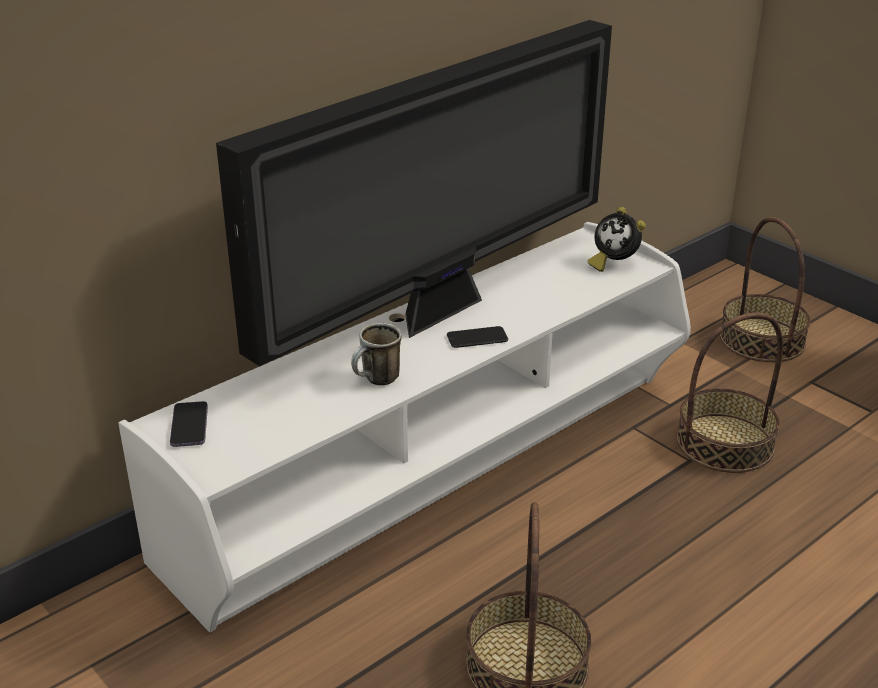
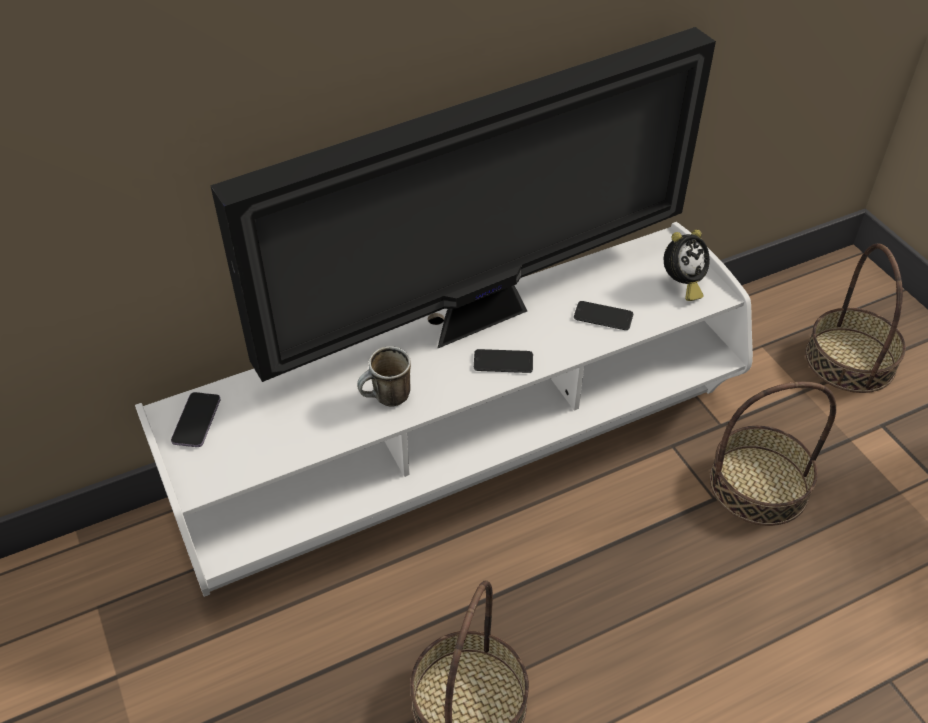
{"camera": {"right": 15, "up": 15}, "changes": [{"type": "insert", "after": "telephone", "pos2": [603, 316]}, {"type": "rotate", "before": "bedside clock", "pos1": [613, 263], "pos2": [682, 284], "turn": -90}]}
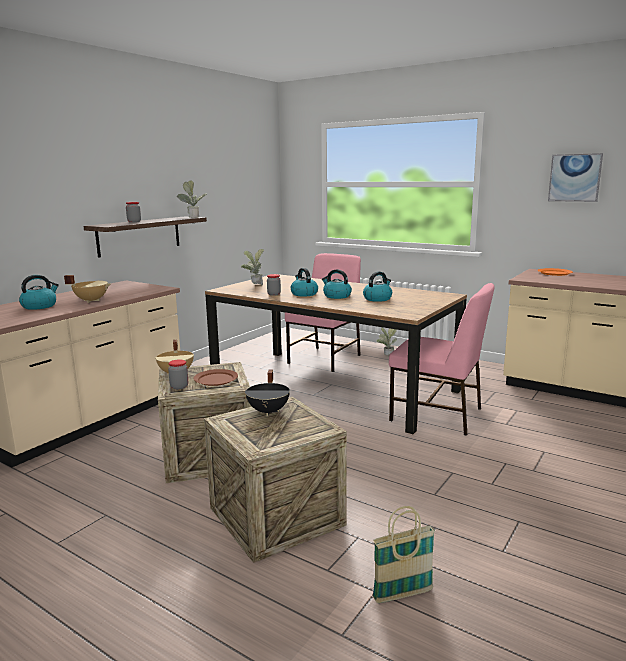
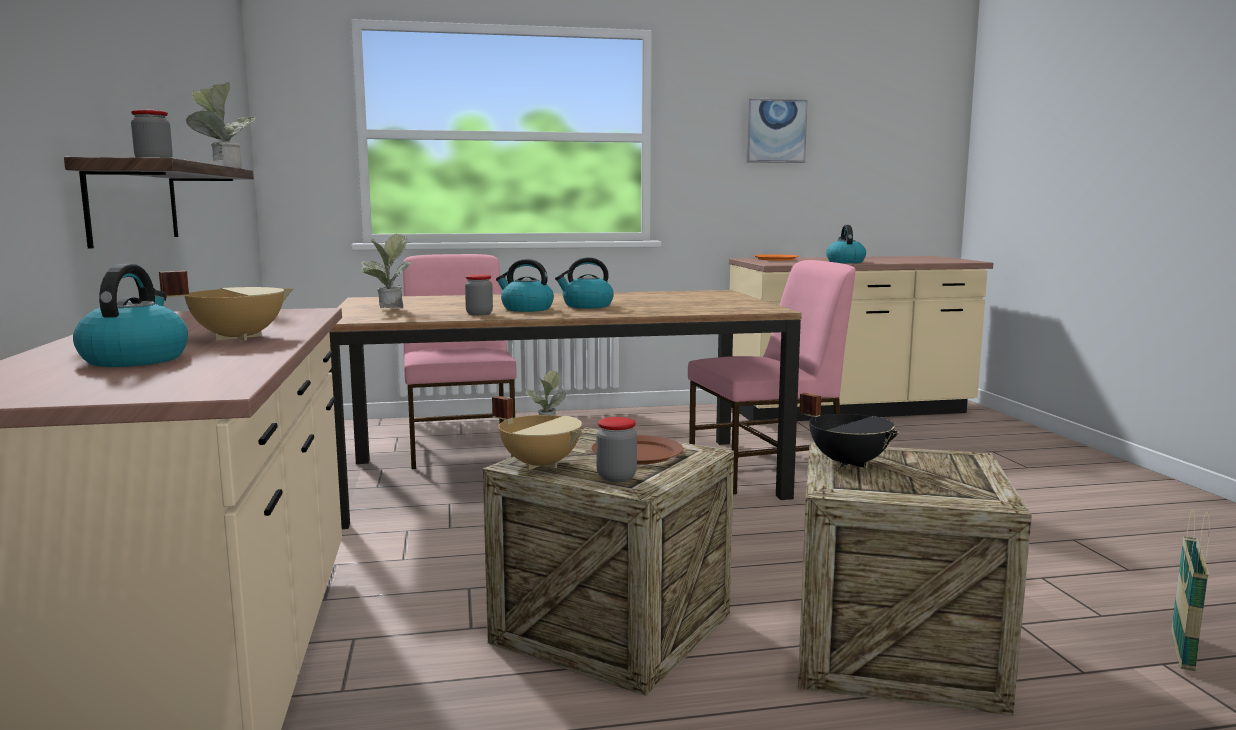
{"camera": {"right": -45, "up": -5}, "changes": [{"type": "move", "before": "water kettle", "pos1": [377, 299], "pos2": [845, 262]}]}
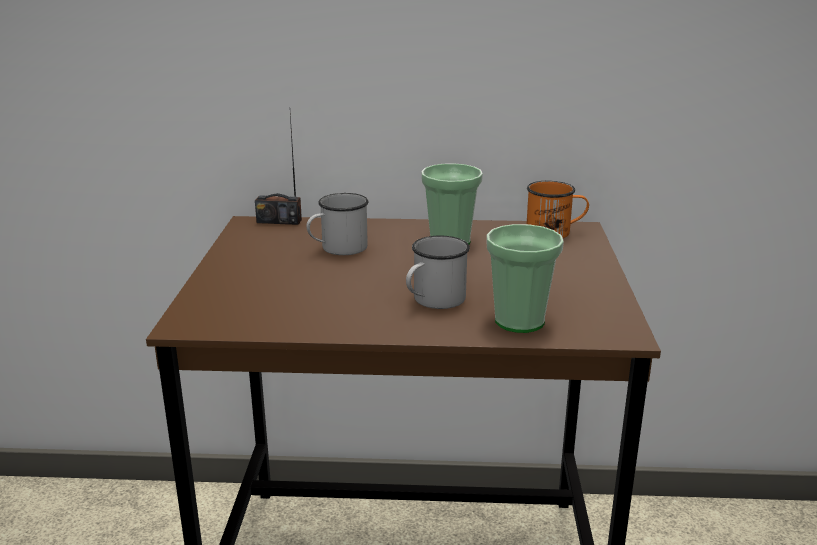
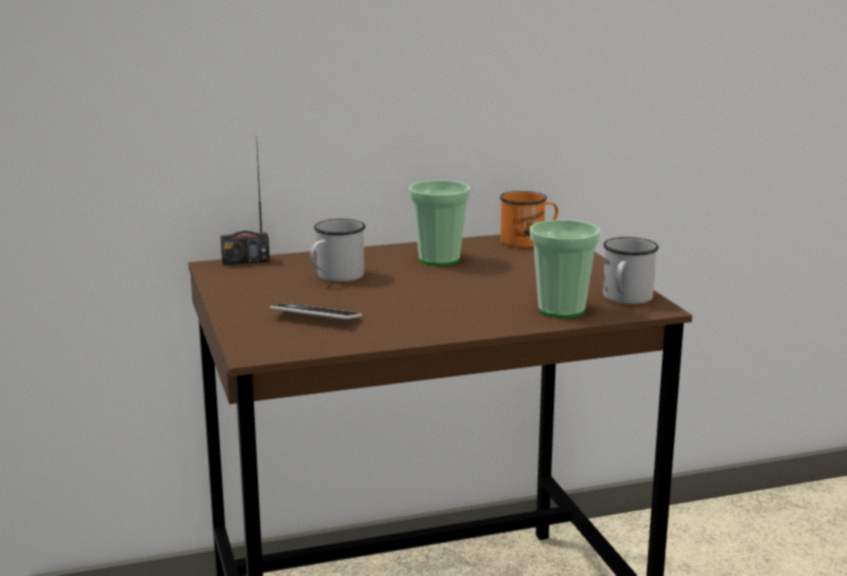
{"camera": {"right": -20, "up": -5}, "changes": [{"type": "insert", "after": "telephone", "pos2": [316, 317]}, {"type": "move", "before": "white tea mug", "pos1": [433, 301], "pos2": [625, 299]}]}
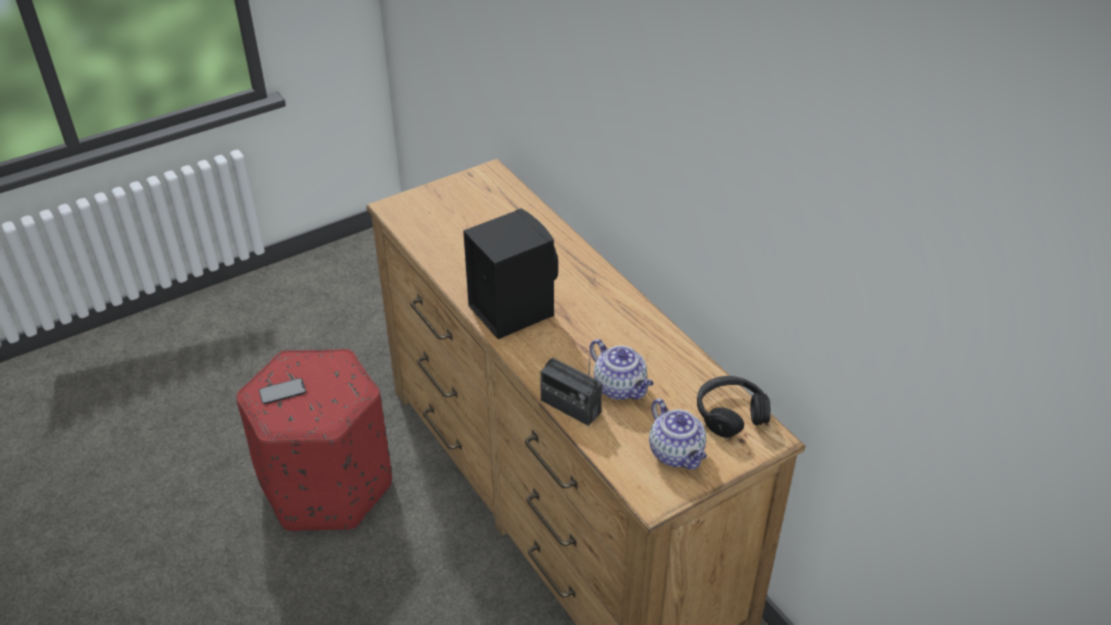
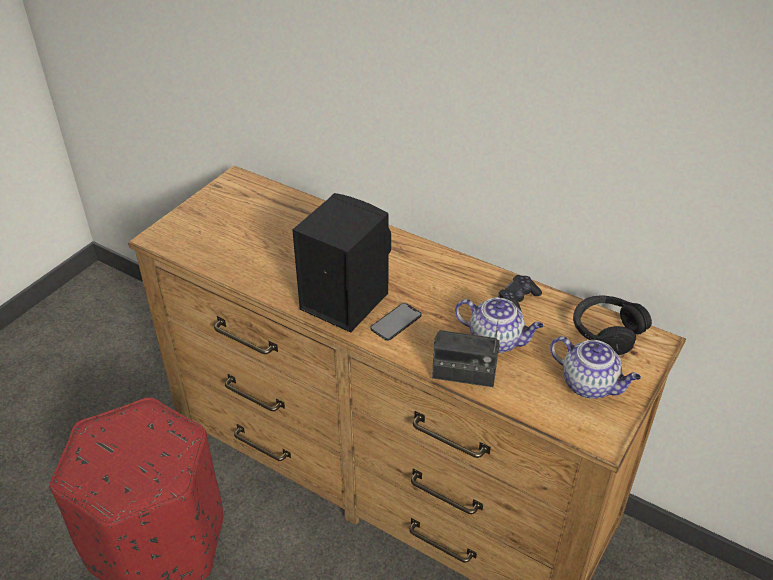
{"camera": {"right": -25, "up": 0}, "changes": [{"type": "insert", "after": "black-coloured joypad", "pos2": [518, 301]}, {"type": "move", "before": "telephone", "pos1": [282, 391], "pos2": [396, 322]}]}
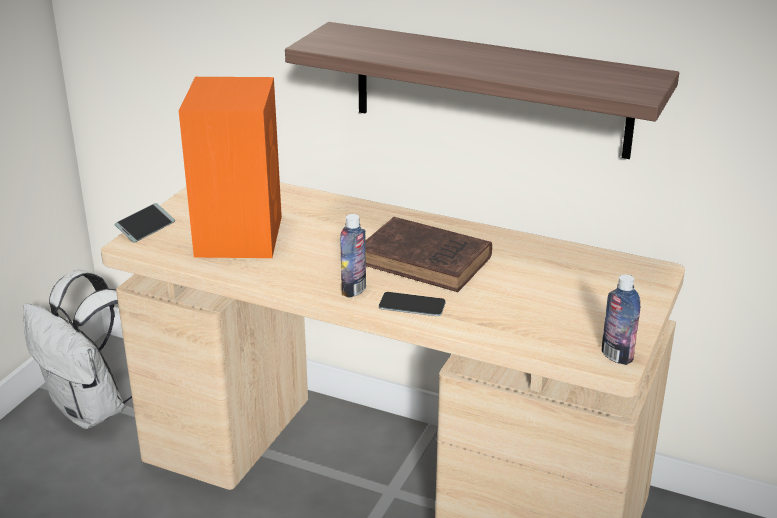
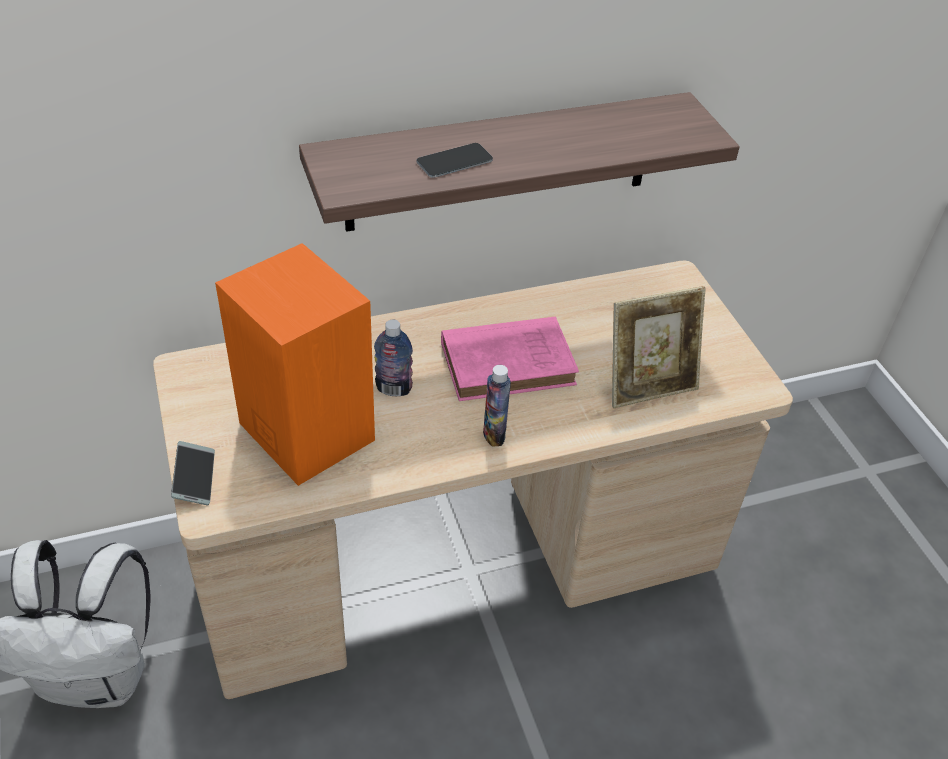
{"camera": {"right": -45, "up": 15}, "changes": [{"type": "insert", "after": "standing frame", "pos2": [648, 386]}, {"type": "move", "before": "telephone", "pos1": [412, 305], "pos2": [454, 161]}, {"type": "move", "before": "bottle", "pos1": [616, 356], "pos2": [393, 389]}, {"type": "recolor", "before": "brown-coloured book", "after": "pink-coloured book", "pos1": [428, 261], "pos2": [511, 363]}]}
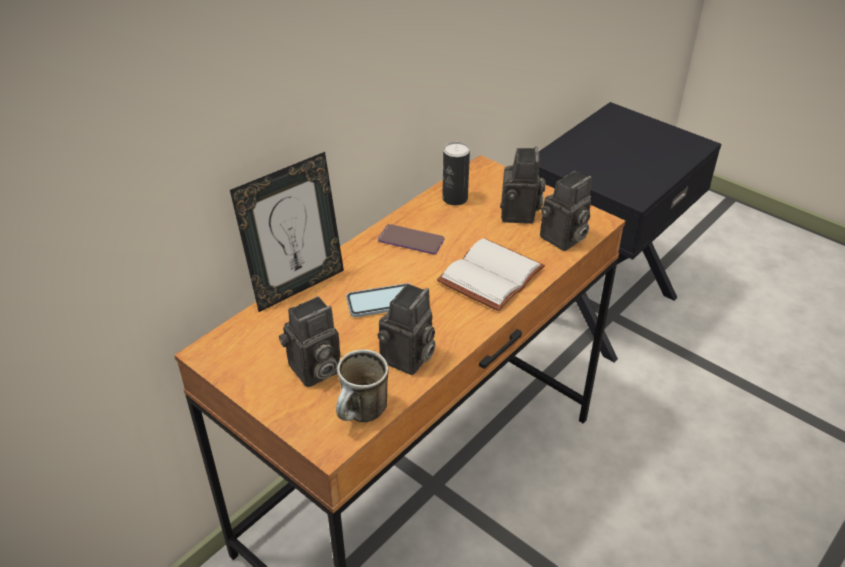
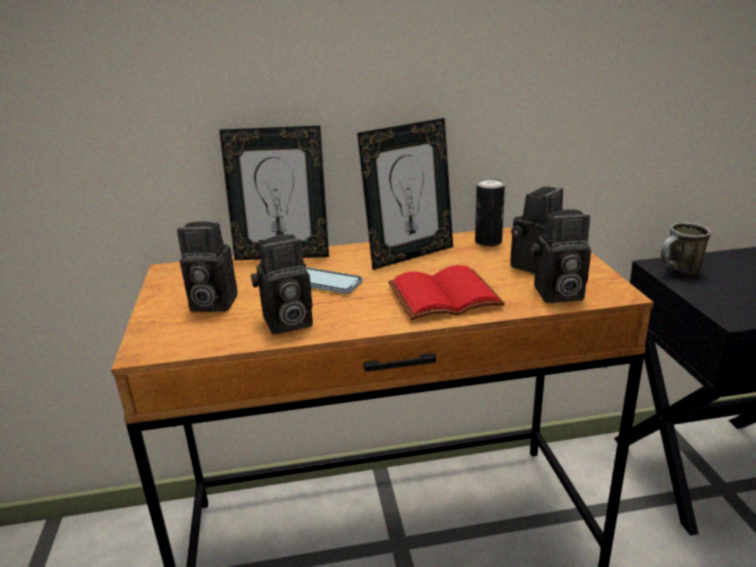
{"camera": {"right": 40, "up": -15}, "changes": [{"type": "move", "before": "tea mug", "pos1": [362, 416], "pos2": [679, 272]}, {"type": "replace", "before": "telephone", "after": "standing frame", "pos1": [411, 240], "pos2": [409, 255]}, {"type": "recolor", "before": "white book", "after": "reddish book", "pos1": [489, 274], "pos2": [444, 295]}]}
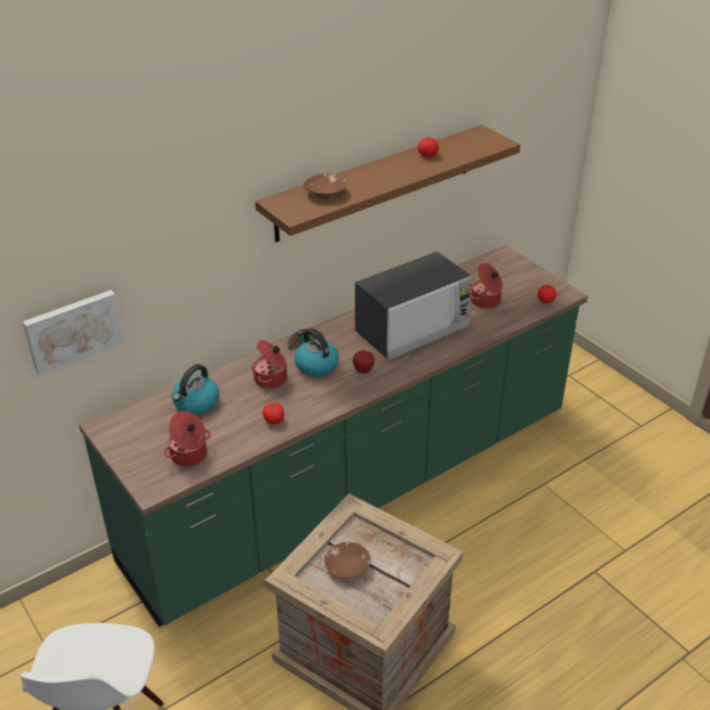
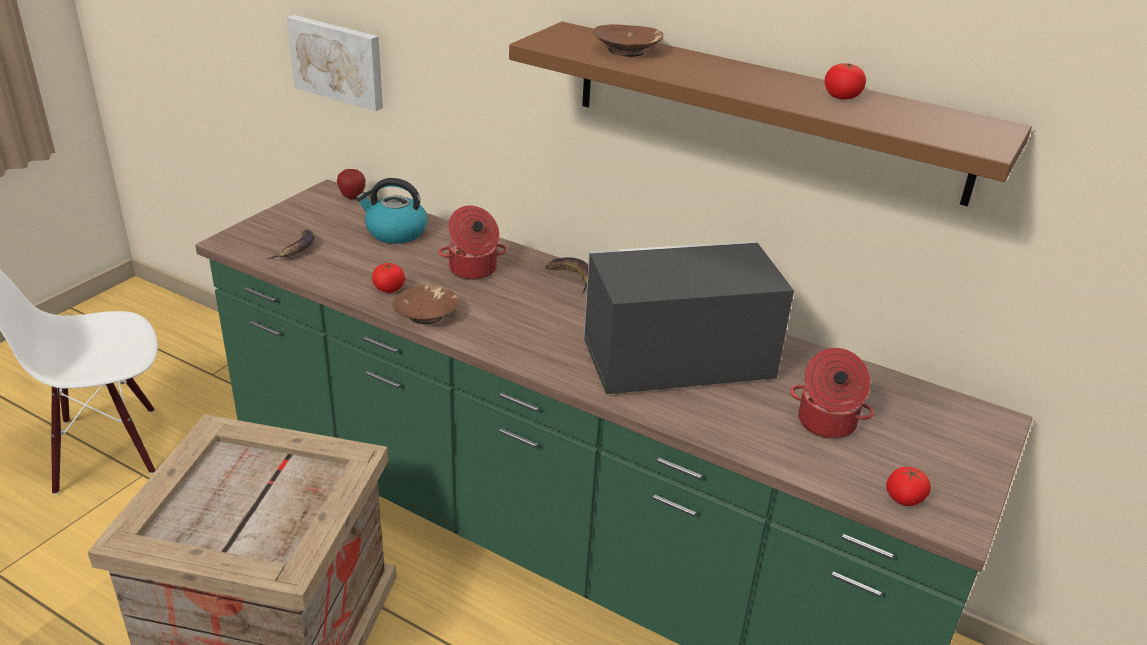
{"camera": {"right": 65, "up": -5}, "changes": [{"type": "delete", "before": "water kettle", "pos1": [315, 365]}, {"type": "move", "before": "brown-coloured deep dish", "pos1": [348, 566], "pos2": [426, 315]}, {"type": "move", "before": "apple", "pos1": [363, 371], "pos2": [352, 197]}, {"type": "replace", "before": "saucepot", "after": "banana fruit", "pos1": [189, 455], "pos2": [297, 249]}, {"type": "rotate", "before": "microwave oven", "pos1": [412, 329], "pos2": [675, 360], "turn": 135}]}
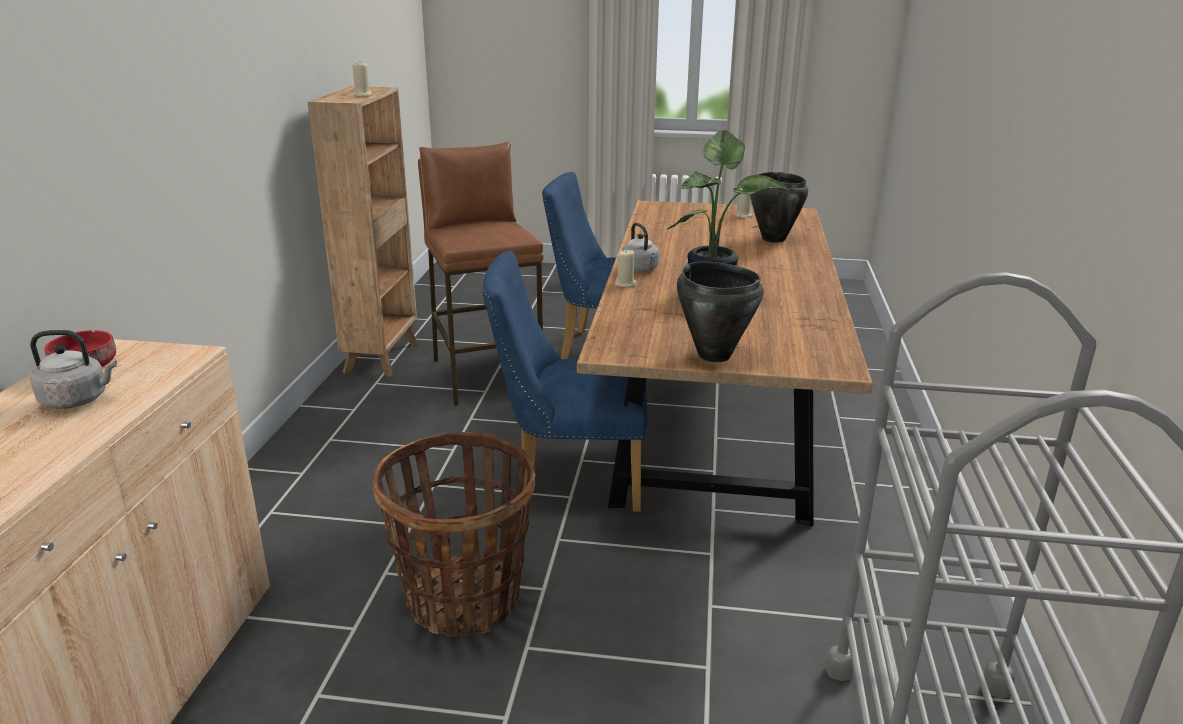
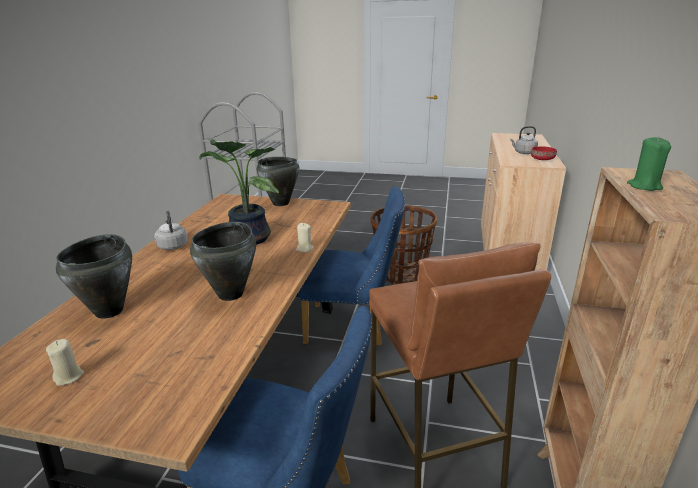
{"camera": {"right": -175, "up": 0}, "changes": [{"type": "insert", "after": "black-coloured saucepot", "pos2": [231, 294]}, {"type": "move", "before": "gray water kettle", "pos1": [641, 269], "pos2": [172, 245]}, {"type": "recolor", "before": "beige wax light", "after": "greenish wax light", "pos1": [363, 95], "pos2": [644, 186]}]}
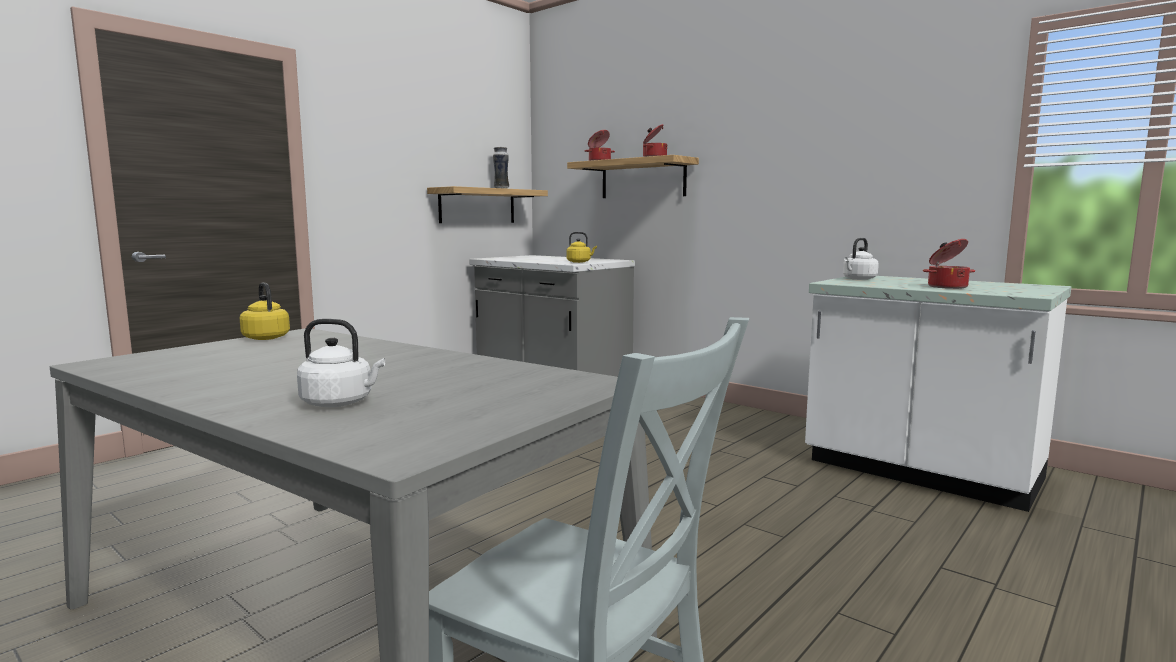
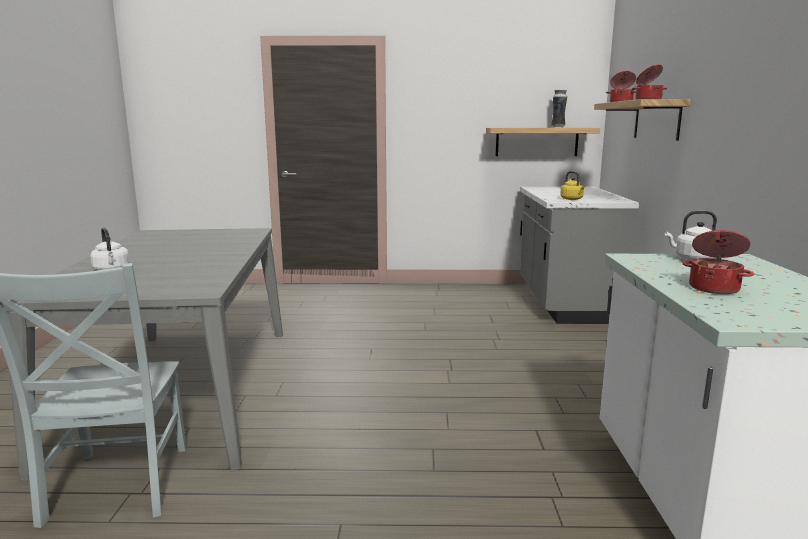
{"camera": {"right": 50, "up": 5}, "changes": [{"type": "delete", "before": "yellow-coloured water kettle", "pos1": [265, 337]}]}
